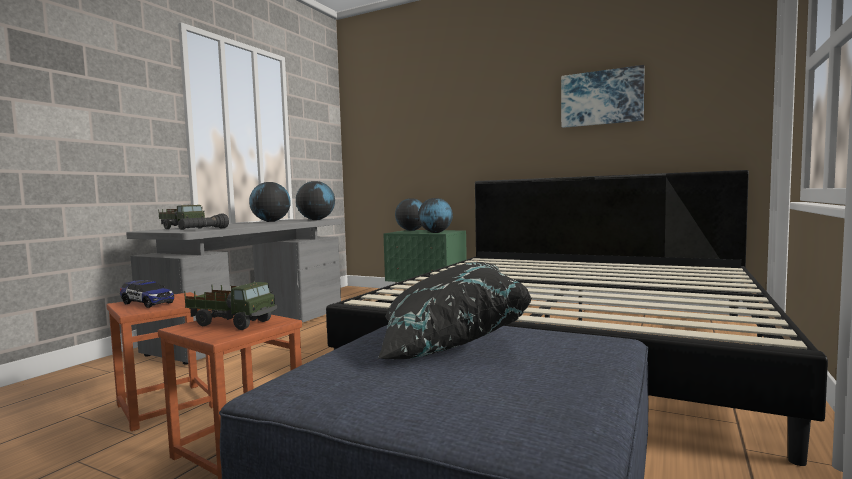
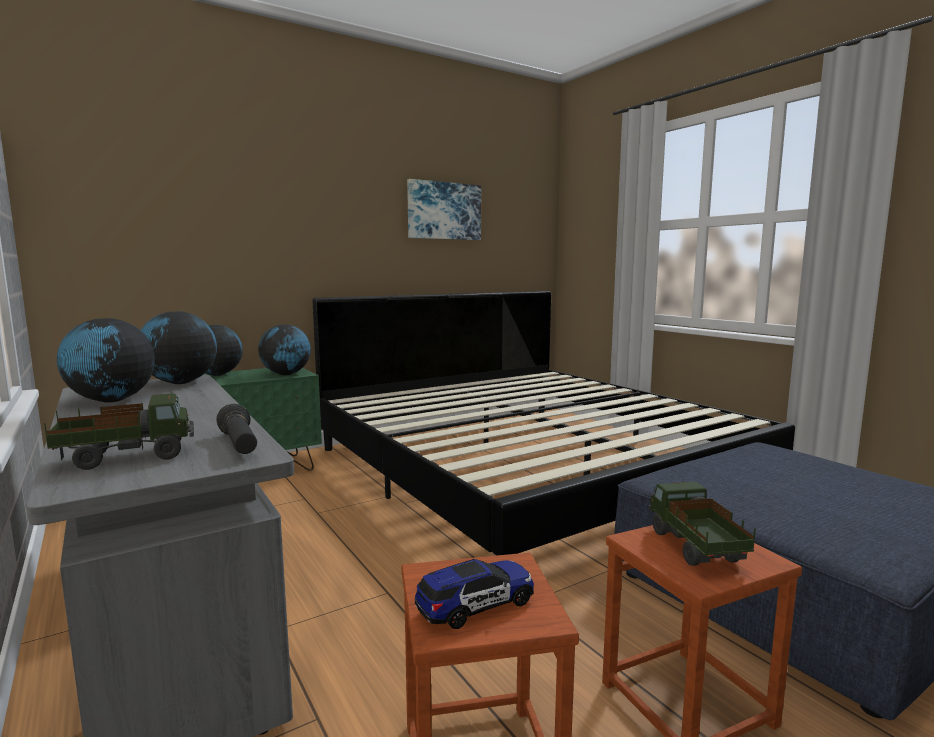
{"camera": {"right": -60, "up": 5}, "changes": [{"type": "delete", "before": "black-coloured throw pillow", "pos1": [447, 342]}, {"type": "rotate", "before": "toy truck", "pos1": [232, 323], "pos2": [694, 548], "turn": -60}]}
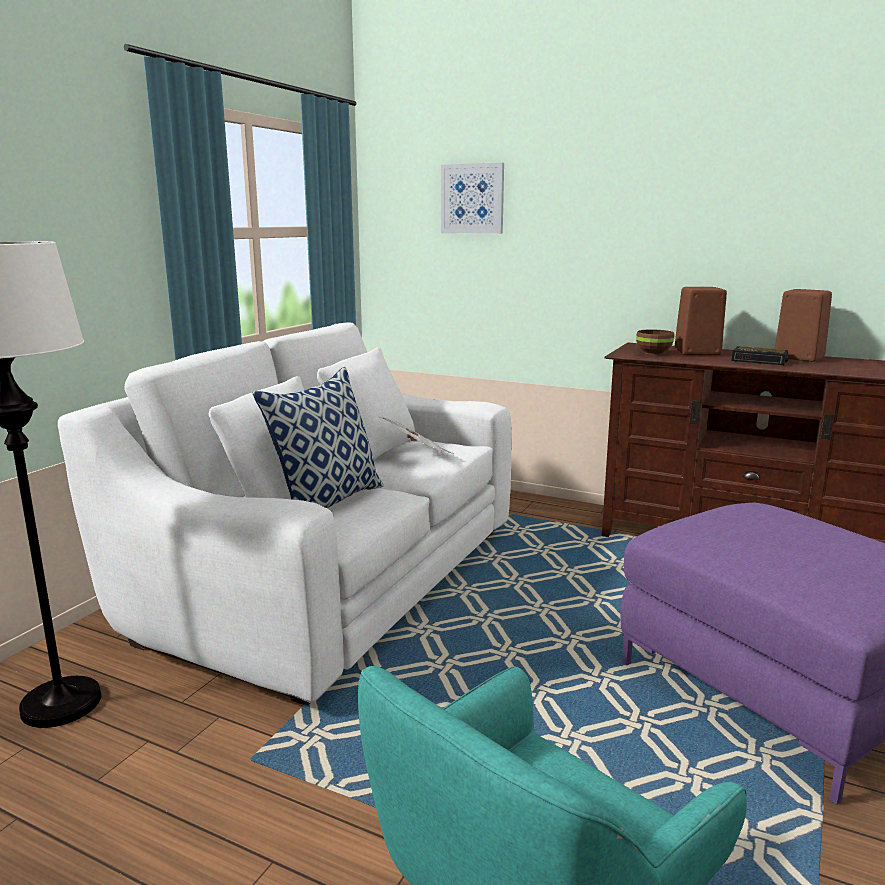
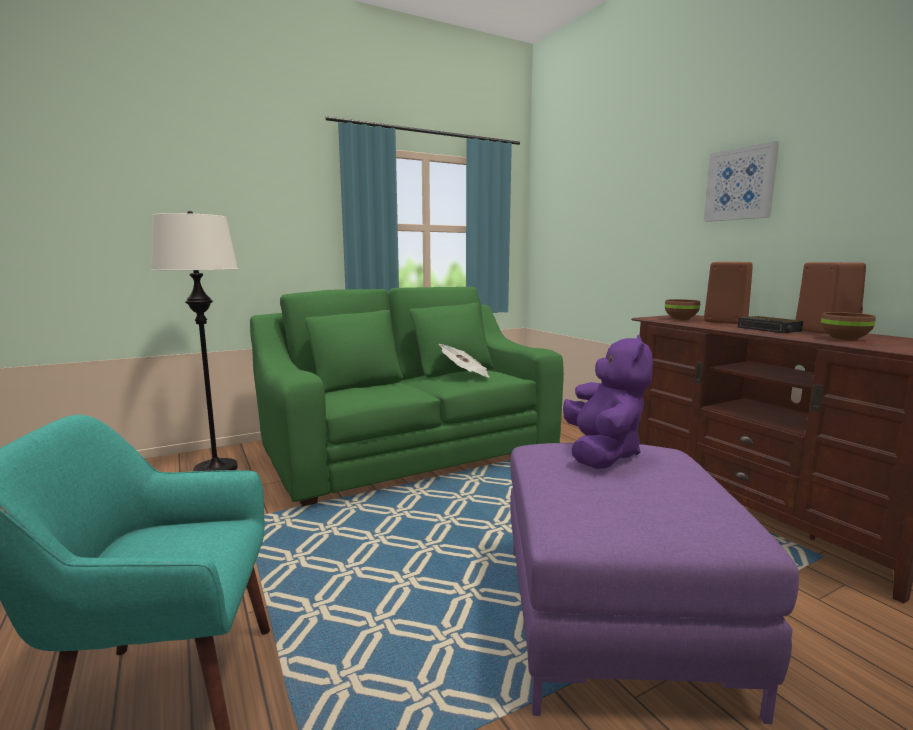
{"camera": {"right": 35, "up": -5}, "changes": [{"type": "delete", "before": "throw pillow", "pos1": [327, 502]}, {"type": "insert", "after": "purple-coloured cuddly toy", "pos2": [601, 453]}, {"type": "insert", "after": "brown-coloured deep dish", "pos2": [843, 339]}, {"type": "move", "before": "picture", "pos1": [472, 199], "pos2": [740, 184]}, {"type": "recolor", "before": "white sofa", "after": "greenish sofa", "pos1": [333, 580], "pos2": [409, 452]}]}
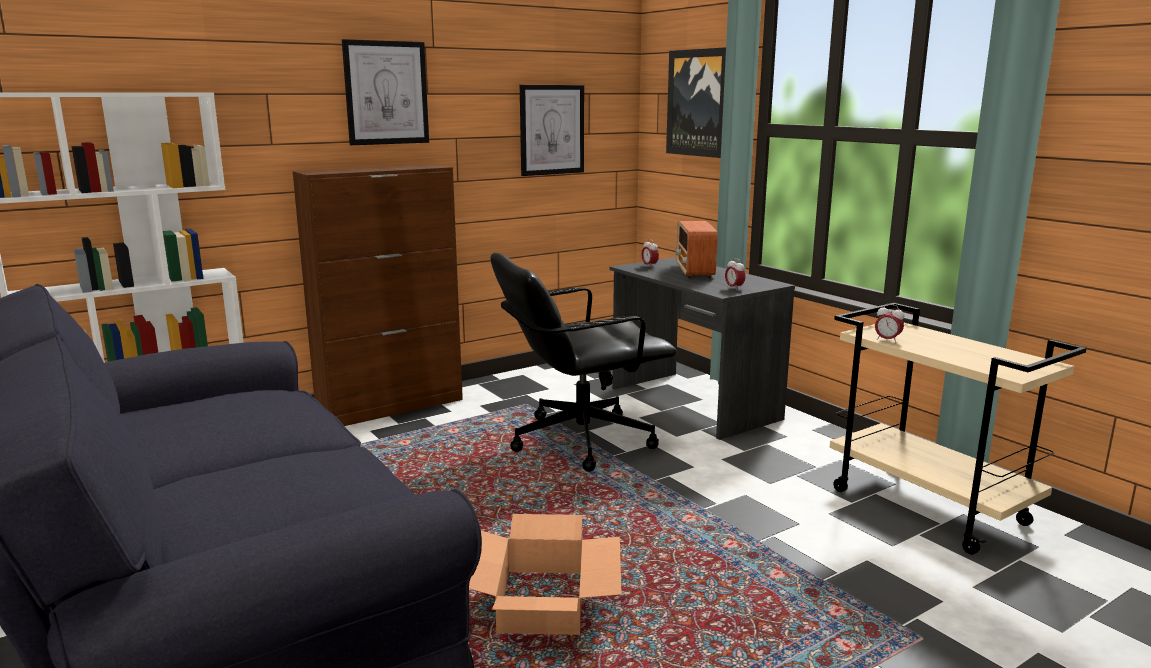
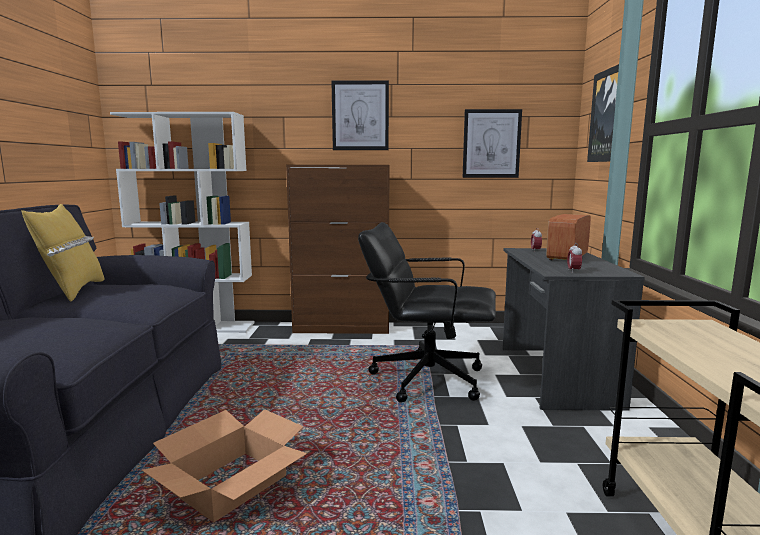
{"camera": {"right": 35, "up": -5}, "changes": [{"type": "delete", "before": "bedside clock", "pos1": [887, 340]}, {"type": "insert", "after": "yellow-coloured throw pillow", "pos2": [72, 291]}]}
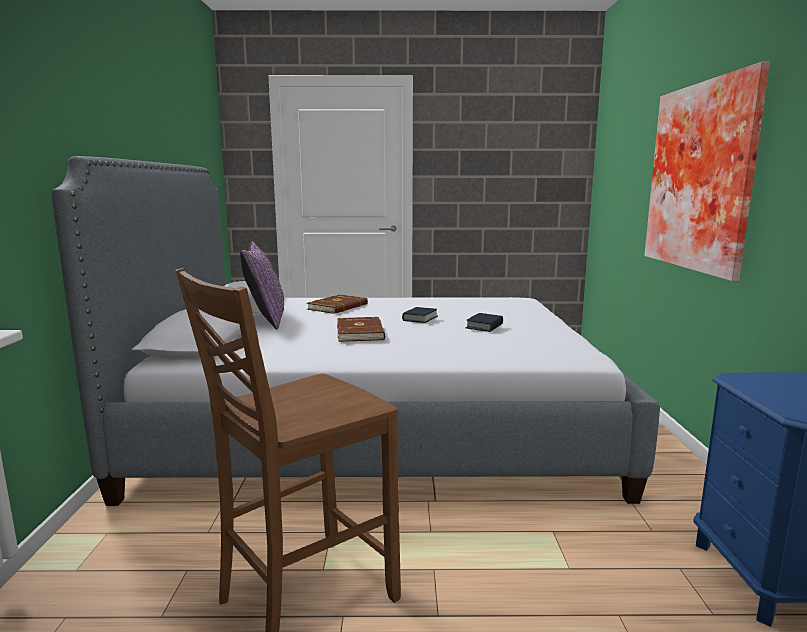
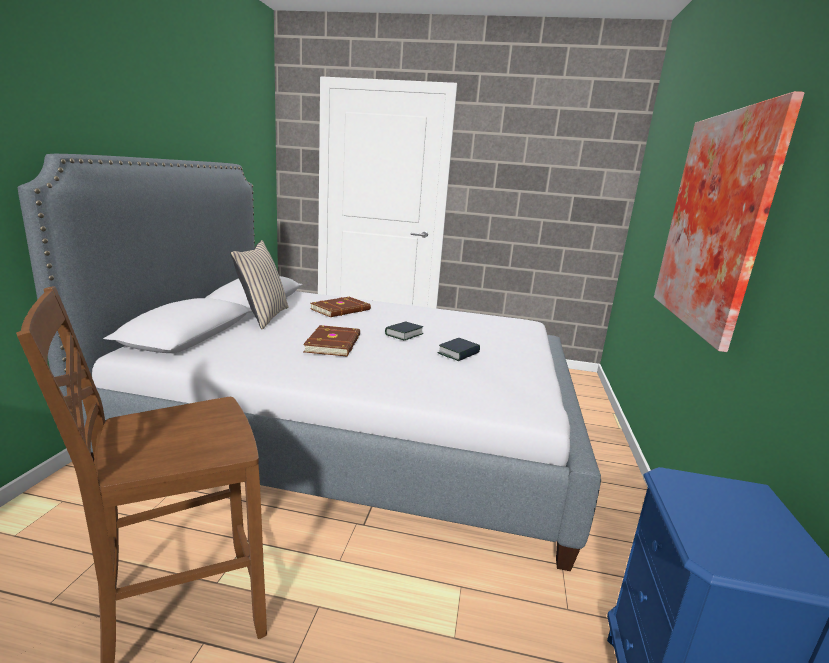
{"camera": {"right": 10, "up": 5}, "changes": [{"type": "recolor", "before": "purple-coloured throw pillow", "after": "beige throw pillow", "pos1": [266, 320], "pos2": [263, 317]}]}
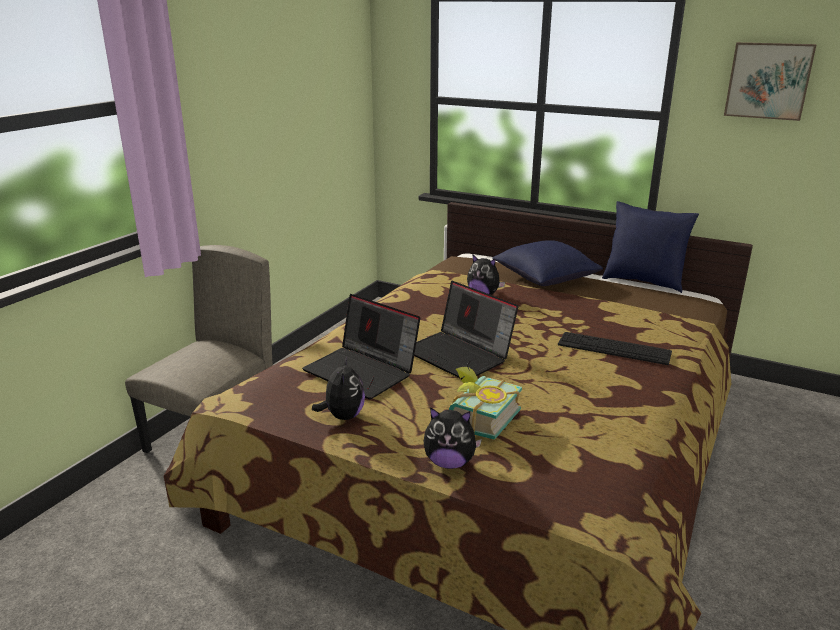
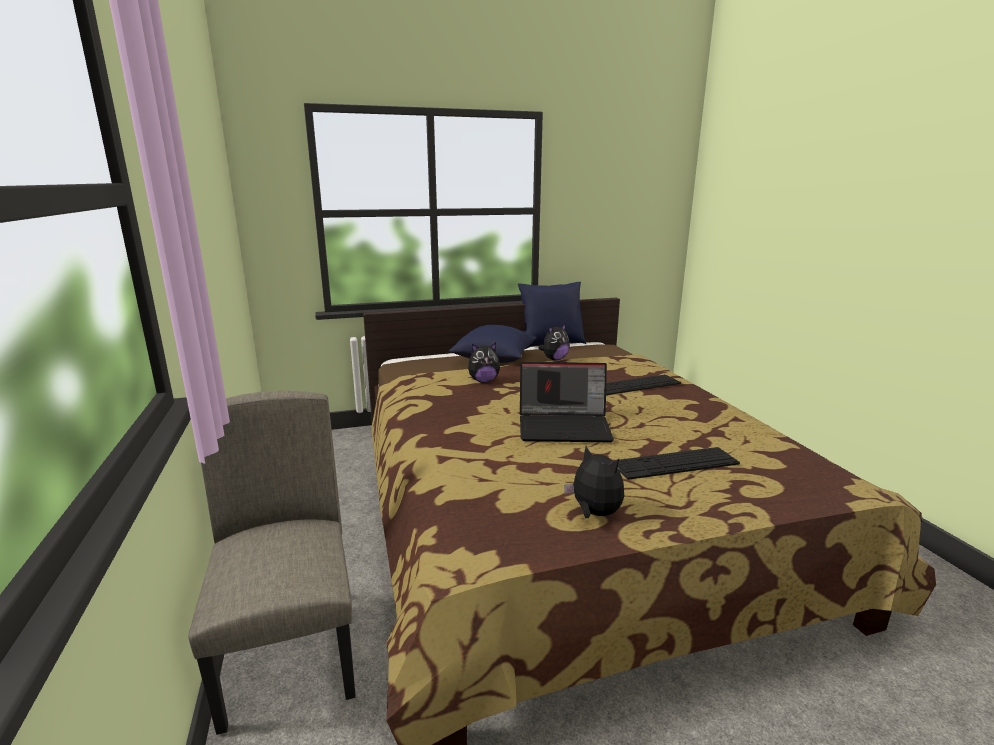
{"camera": {"right": -45, "up": -5}, "changes": [{"type": "delete", "before": "laptop", "pos1": [363, 371]}, {"type": "delete", "before": "picture", "pos1": [768, 80]}, {"type": "move", "before": "cuddly toy", "pos1": [449, 463], "pos2": [554, 359]}, {"type": "replace", "before": "book", "after": "keyboard", "pos1": [478, 418], "pos2": [675, 463]}]}
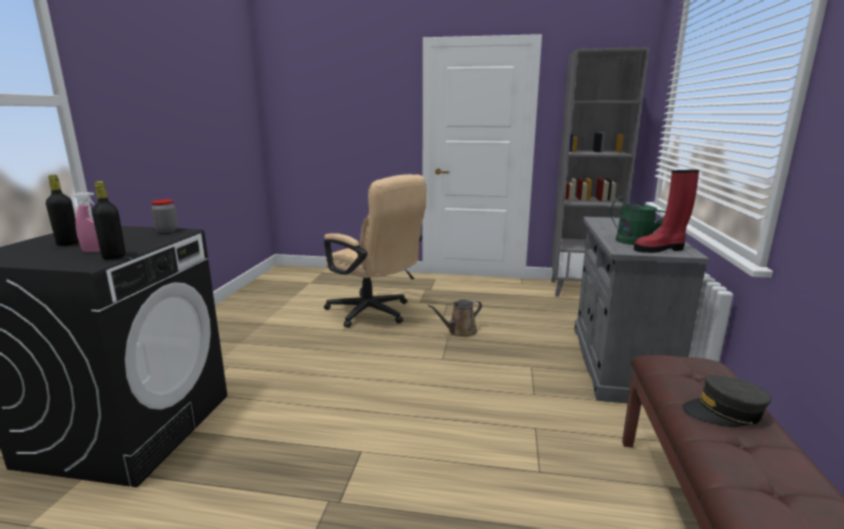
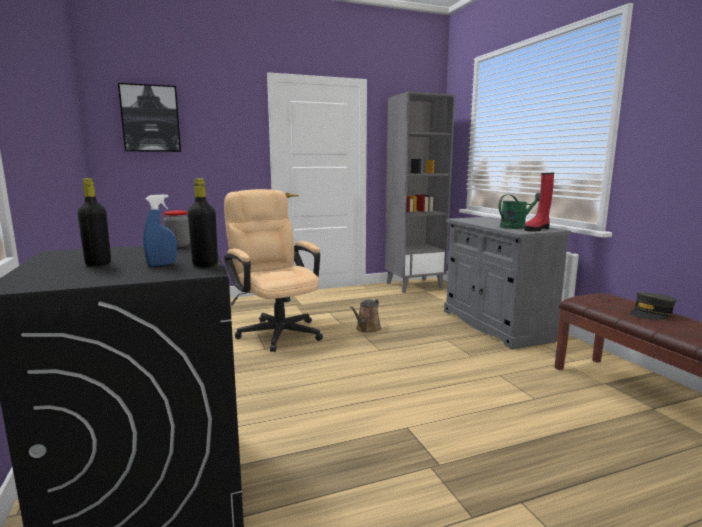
{"camera": {"right": -30, "up": -5}, "changes": [{"type": "insert", "after": "picture", "pos2": [150, 118]}, {"type": "recolor", "before": "pink-coloured spray bottle", "after": "blue spray bottle", "pos1": [95, 251], "pos2": [162, 264]}, {"type": "rotate", "before": "beige computer chair", "pos1": [374, 313], "pos2": [276, 331], "turn": -135}]}
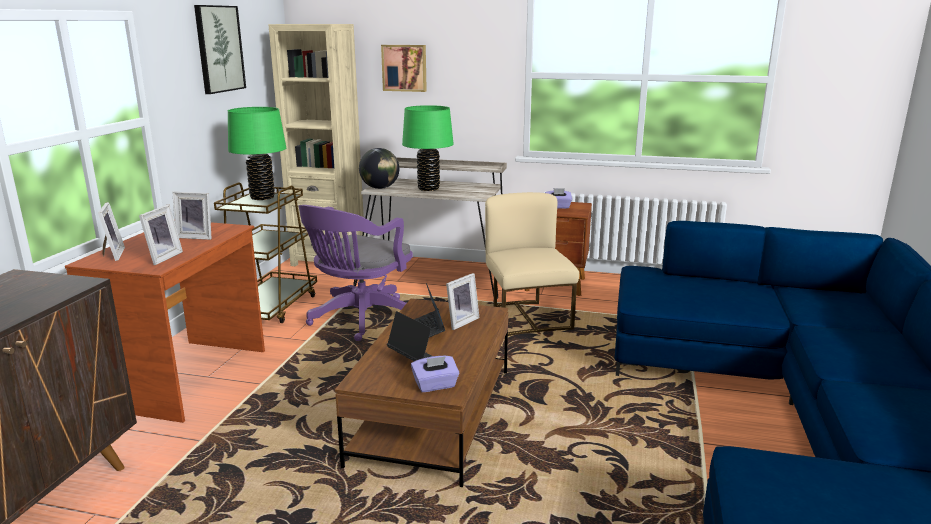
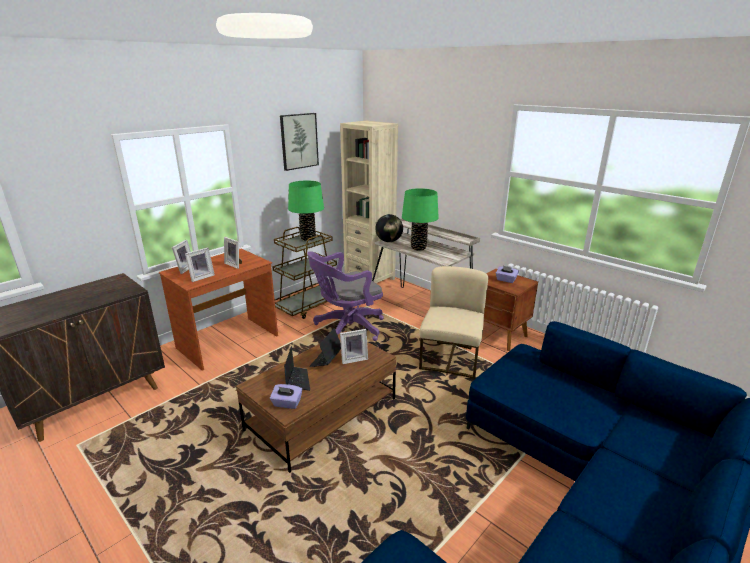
{"camera": {"right": 30, "up": 5}, "changes": [{"type": "delete", "before": "picture", "pos1": [404, 68]}]}
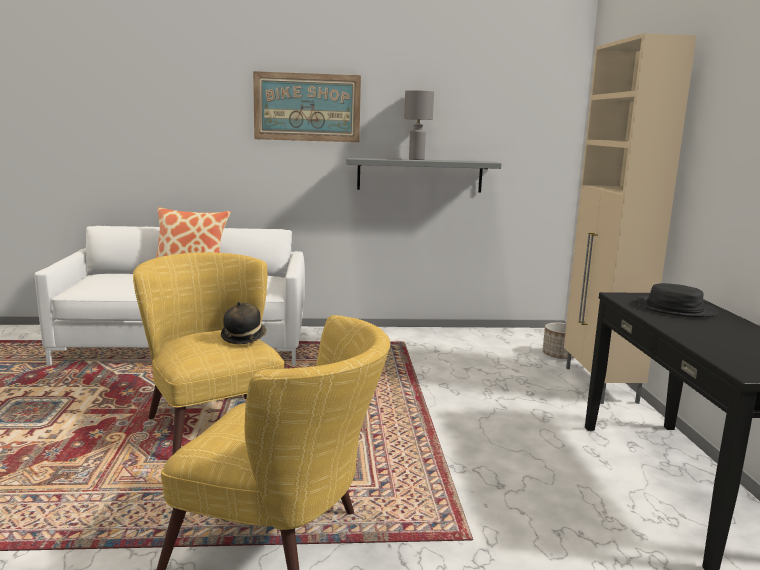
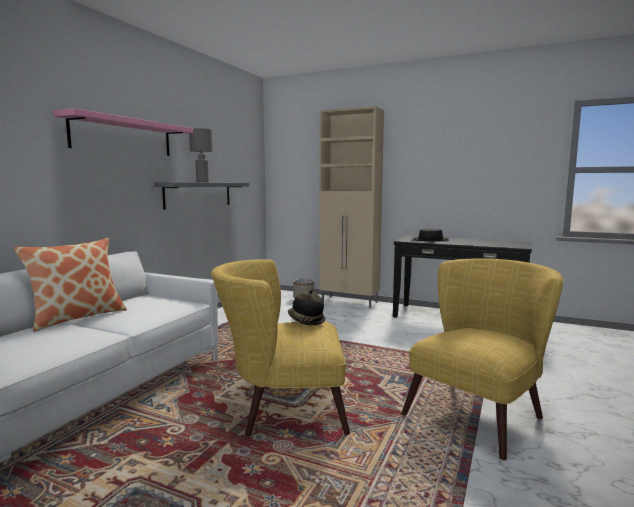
{"camera": {"right": -60, "up": -5}, "changes": [{"type": "replace", "before": "picture", "after": "pink-coloured bracket shelf", "pos1": [307, 107], "pos2": [123, 136]}]}
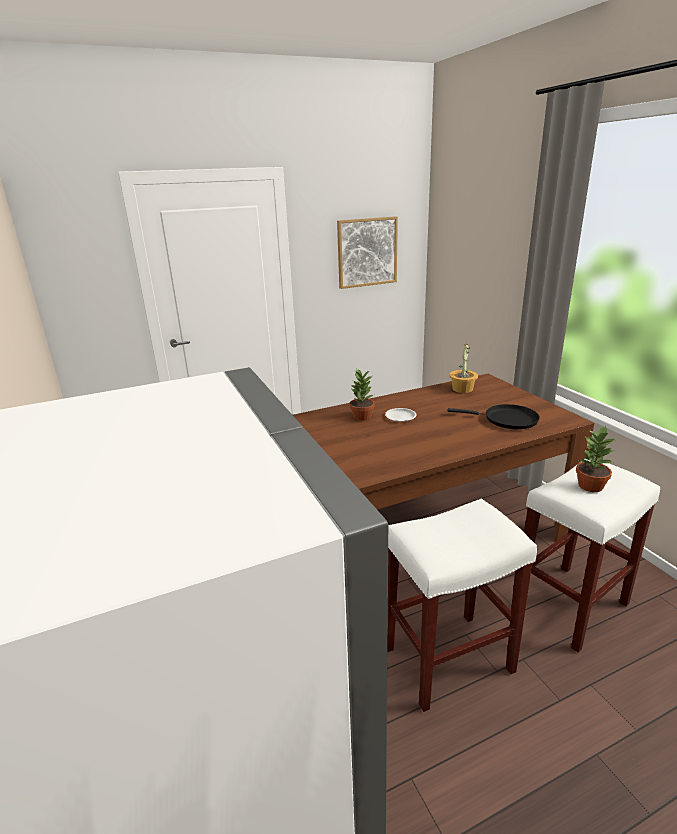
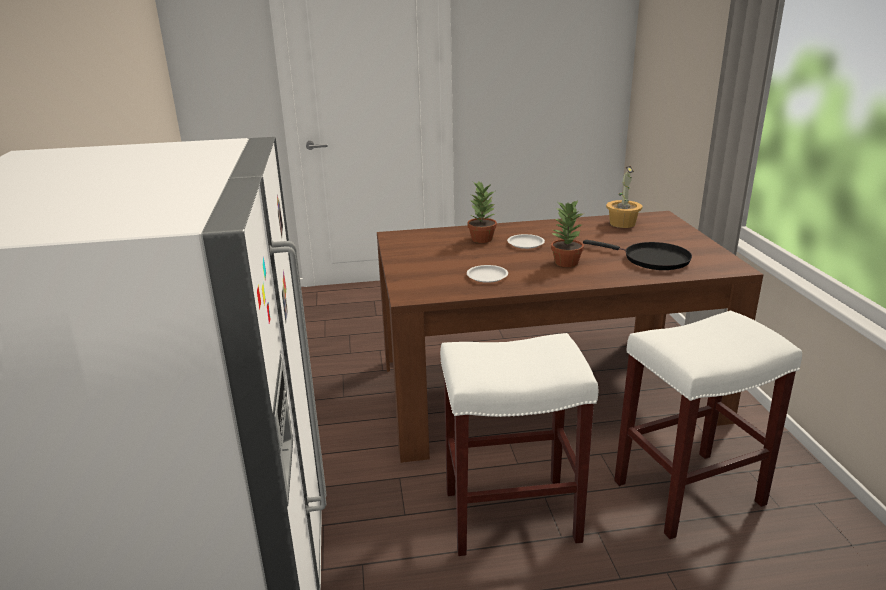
{"camera": {"right": 15, "up": 0}, "changes": [{"type": "delete", "before": "picture", "pos1": [367, 252]}, {"type": "insert", "after": "white flat dish", "pos2": [487, 276]}, {"type": "move", "before": "plant in a pot", "pos1": [590, 486], "pos2": [565, 263]}]}
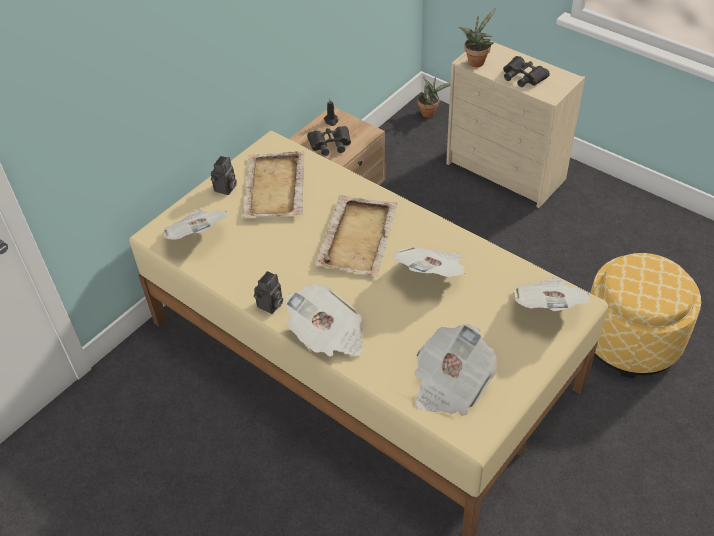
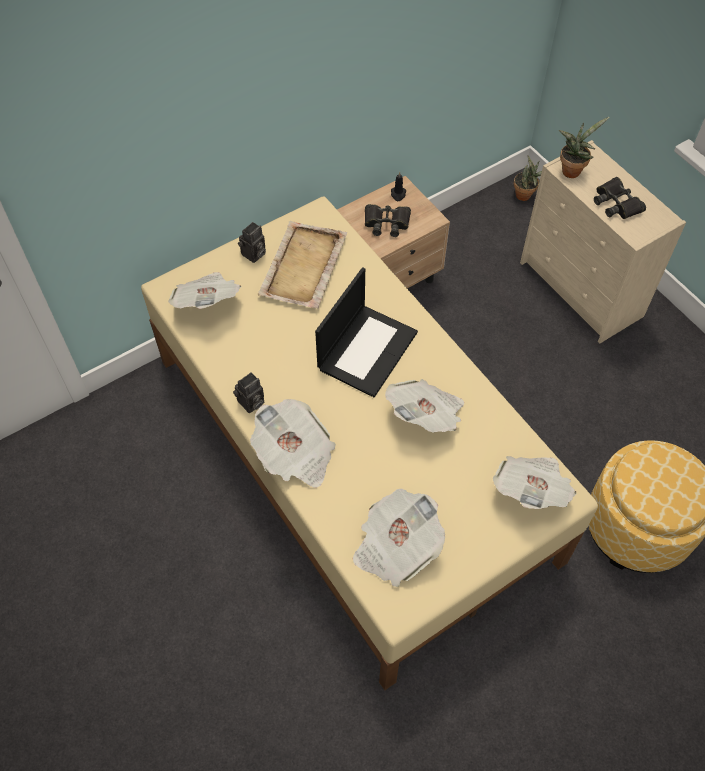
{"camera": {"right": 15, "up": 10}, "changes": [{"type": "replace", "before": "beige tray", "after": "laptop", "pos1": [358, 236], "pos2": [367, 349]}]}
